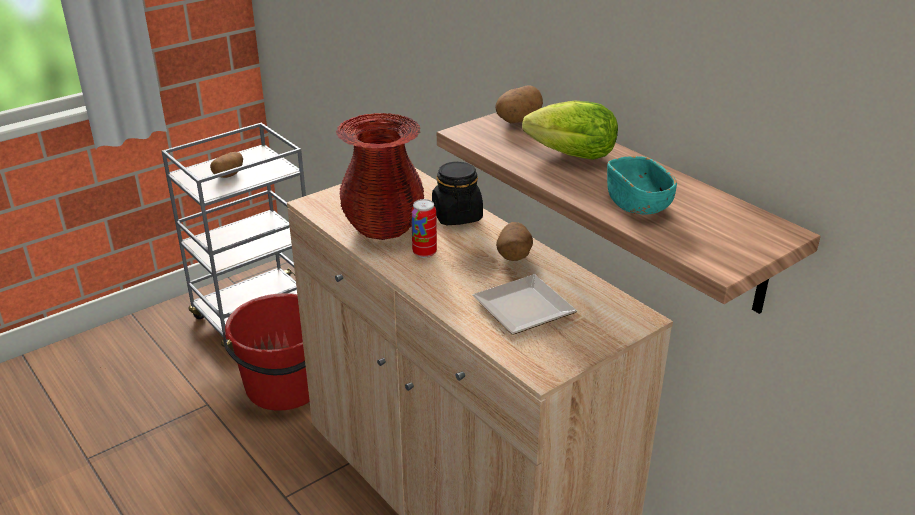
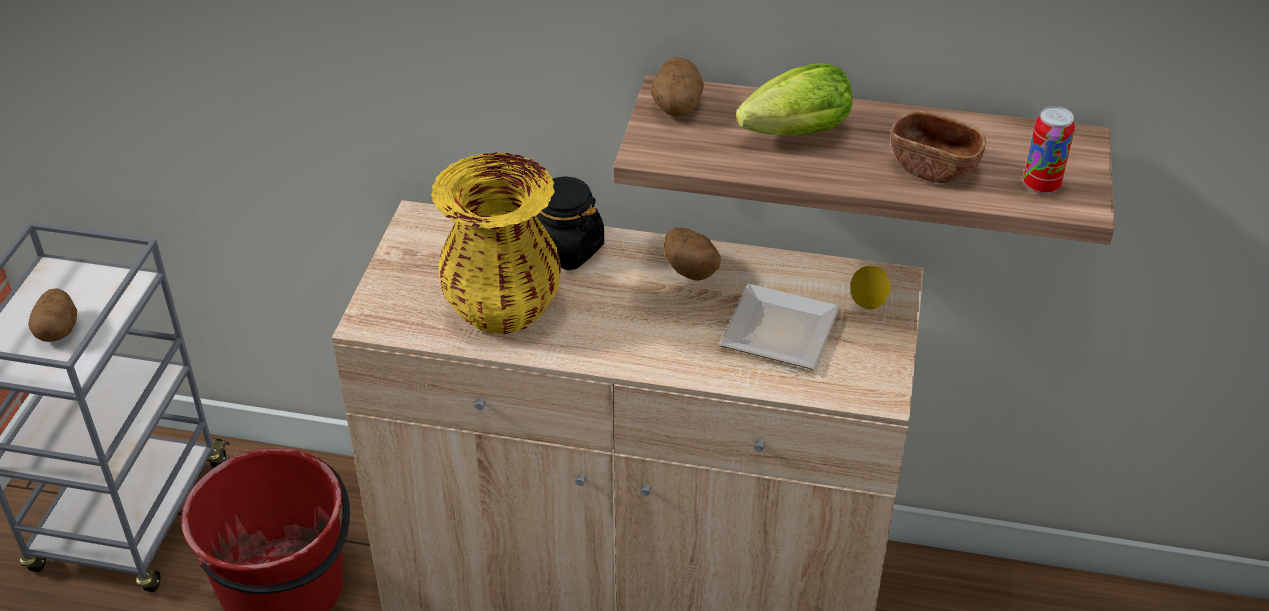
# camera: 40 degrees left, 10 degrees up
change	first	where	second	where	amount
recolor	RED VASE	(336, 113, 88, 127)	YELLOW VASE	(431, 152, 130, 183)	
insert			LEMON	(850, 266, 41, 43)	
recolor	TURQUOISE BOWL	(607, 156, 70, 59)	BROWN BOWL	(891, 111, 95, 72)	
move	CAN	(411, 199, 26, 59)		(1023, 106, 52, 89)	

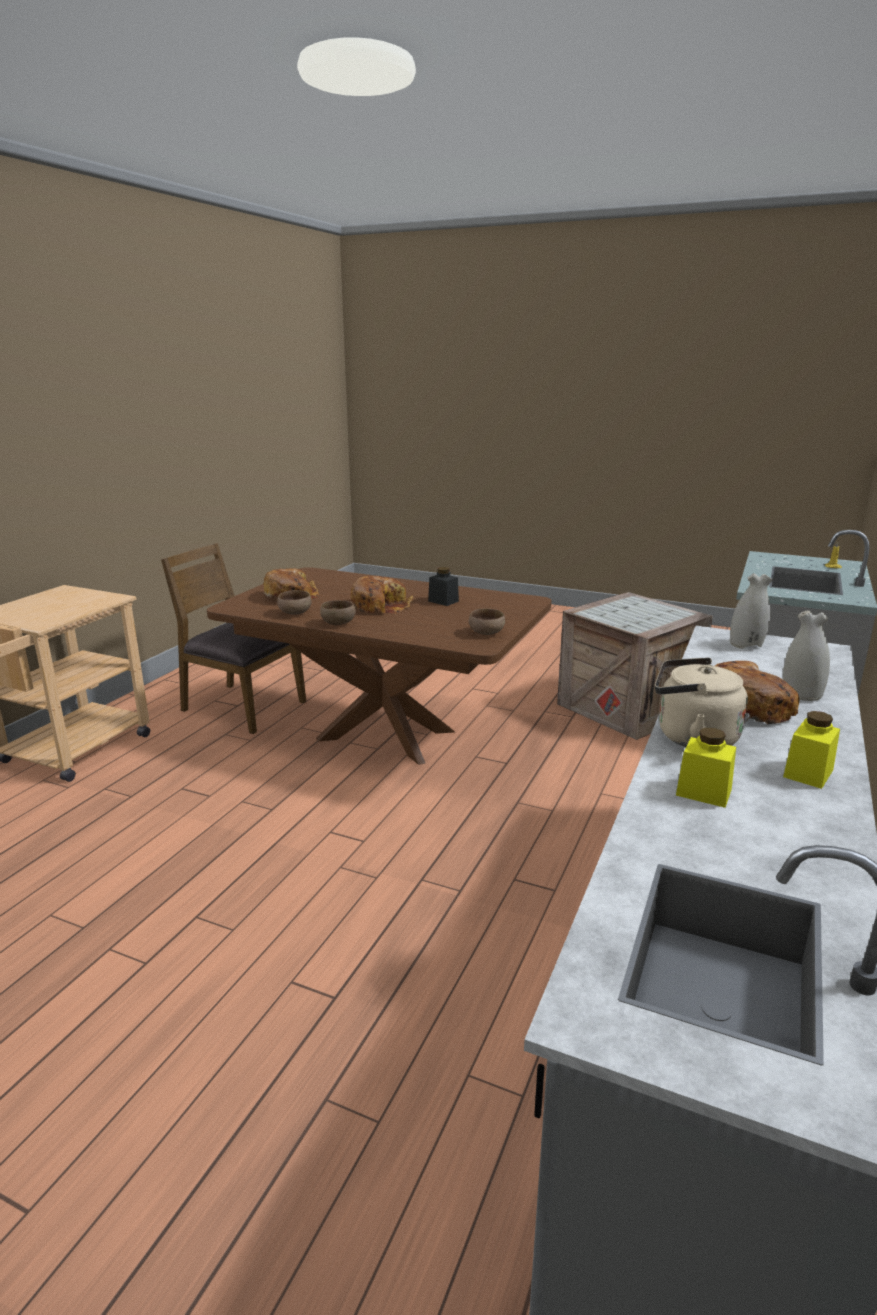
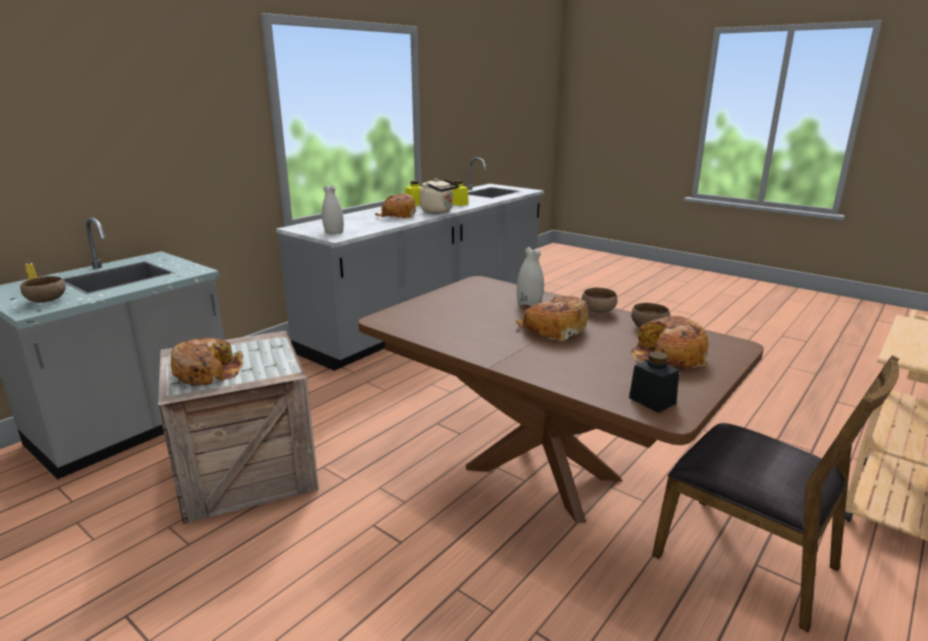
# camera: 165 degrees left, 0 degrees up
change	first	where	second	where	amount
move	BROWN BOWL	(469, 608, 36, 27)		(20, 276, 46, 27)	
insert			BREAD	(171, 338, 72, 48)	
move	WHITE VASE	(783, 610, 47, 91)		(517, 247, 27, 59)	
move	BLACK JAR	(428, 567, 31, 39)		(629, 351, 50, 62)	

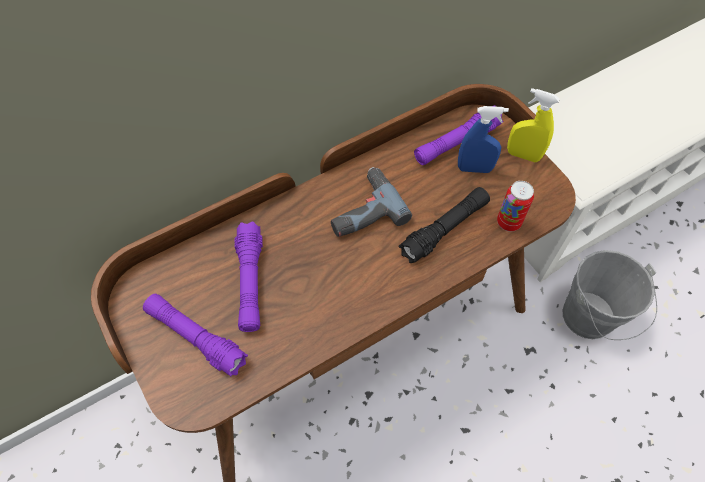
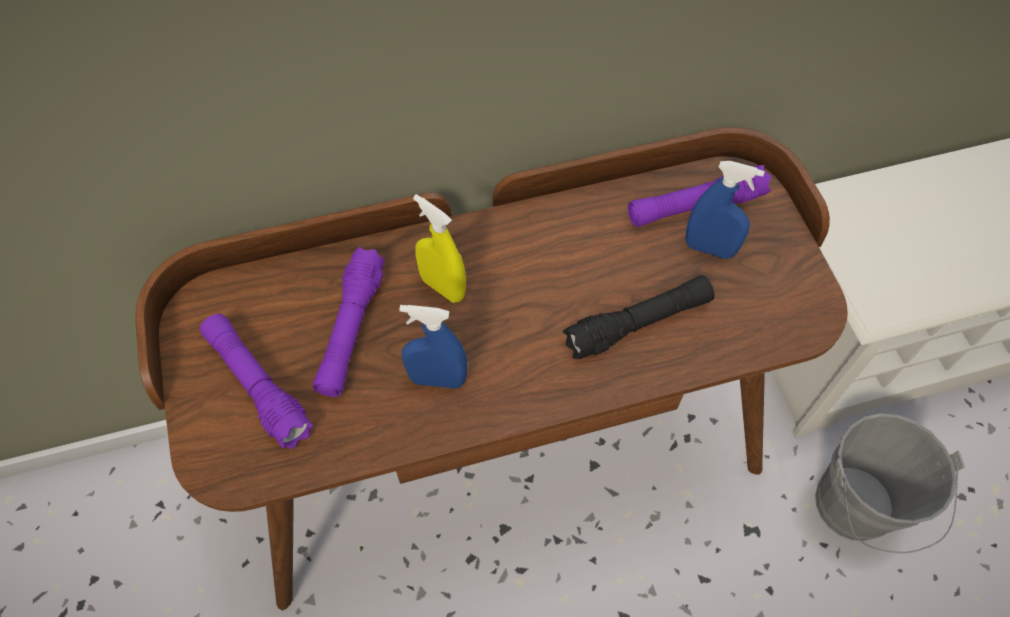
# camera: 15 degrees right, 0 degrees up
change	first	where	second	where	amount
insert			BLUE SPRAY BOTTLE	(399, 305, 68, 84)	
move	YELLOW SPRAY BOTTLE	(507, 88, 53, 74)		(413, 194, 53, 109)	
delete	POWER DRILL	(331, 167, 81, 70)			
delete	CAN	(497, 181, 37, 51)			

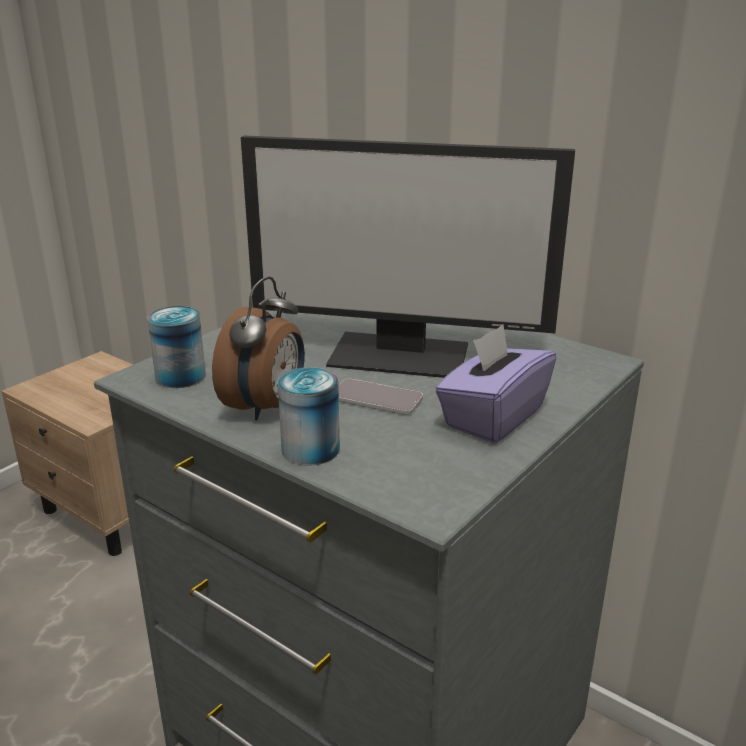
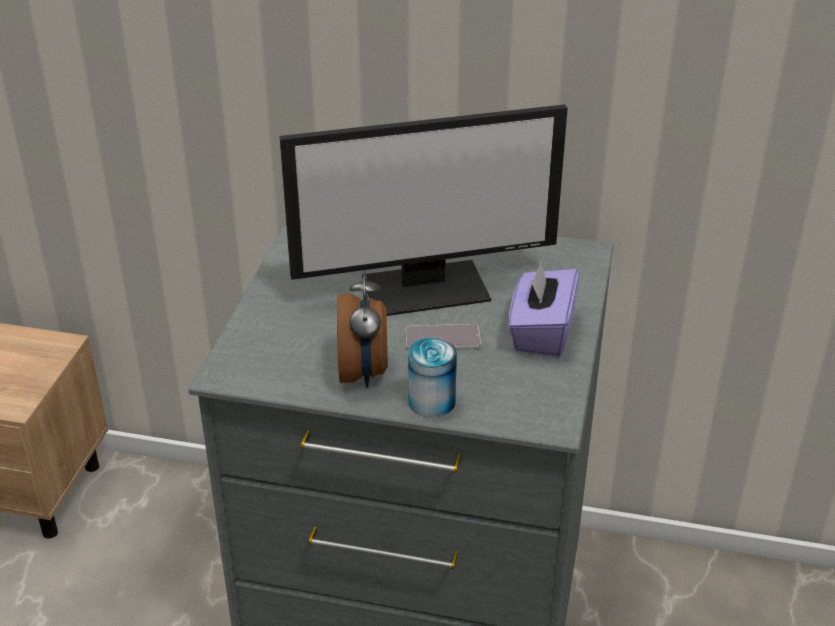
# camera: 25 degrees left, 10 degrees up
change	first	where	second	where	amount
delete	CAN	(147, 306, 59, 82)			

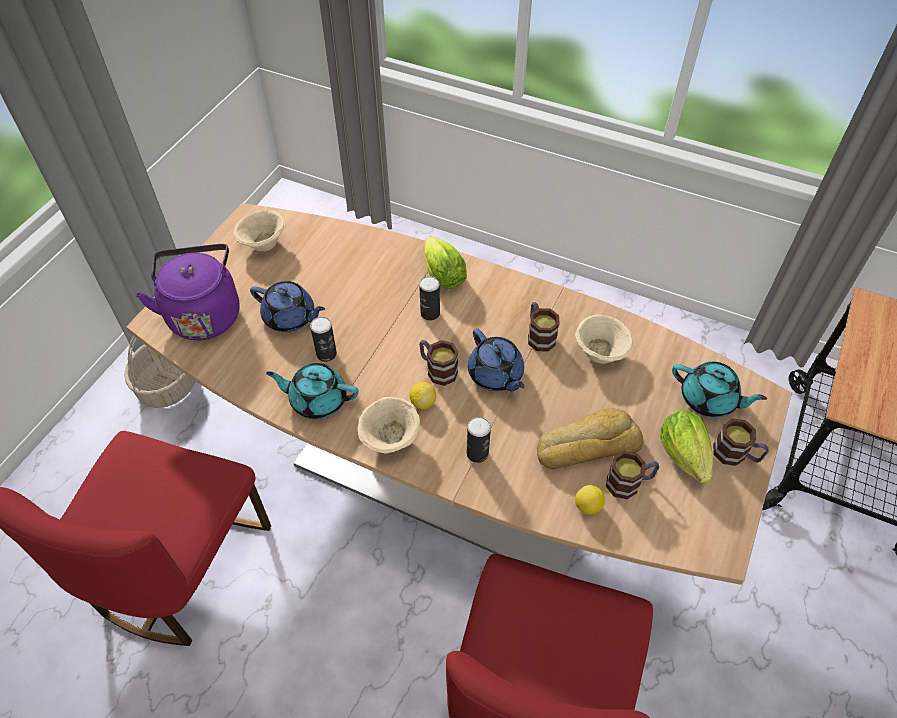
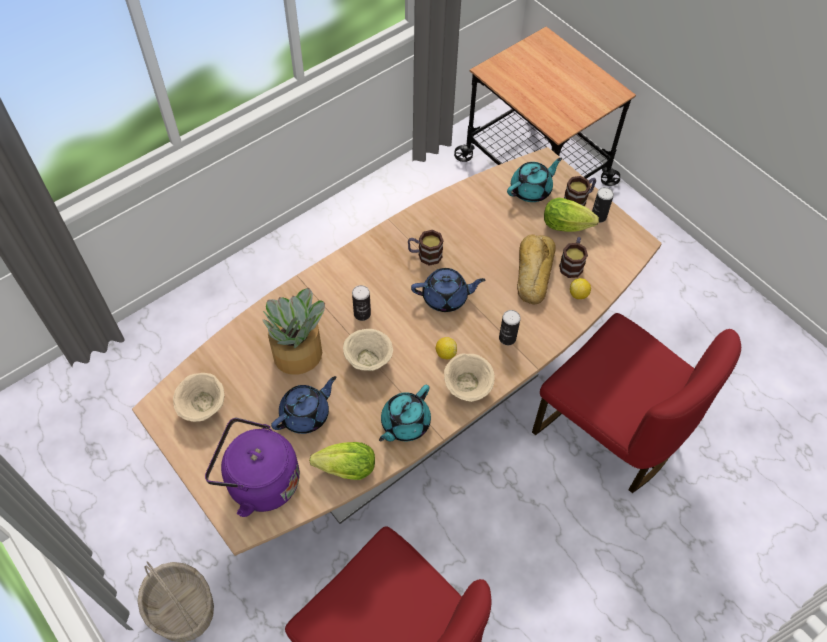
# camera: 65 degrees left, 5 degrees up
change	first	where	second	where	amount
insert			POTTED PLANT	(262, 288, 63, 87)	
move	LETTUCE	(424, 237, 43, 52)		(309, 442, 66, 38)	
move	BEIGE BOWL	(575, 315, 59, 49)		(343, 329, 50, 42)	
move	CAN	(310, 317, 27, 45)		(592, 187, 22, 36)	
delete	MUG	(419, 340, 39, 46)			

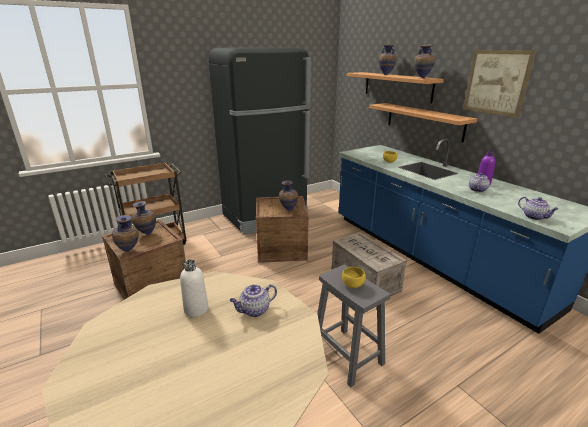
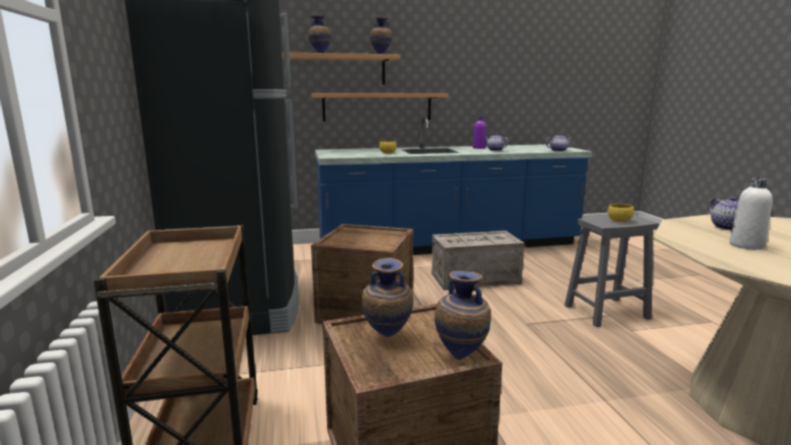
# camera: 70 degrees left, 10 degrees down
change	first	where	second	where	amount
delete	VASE	(279, 180, 19, 31)			
delete	PICTURE	(463, 50, 73, 68)			

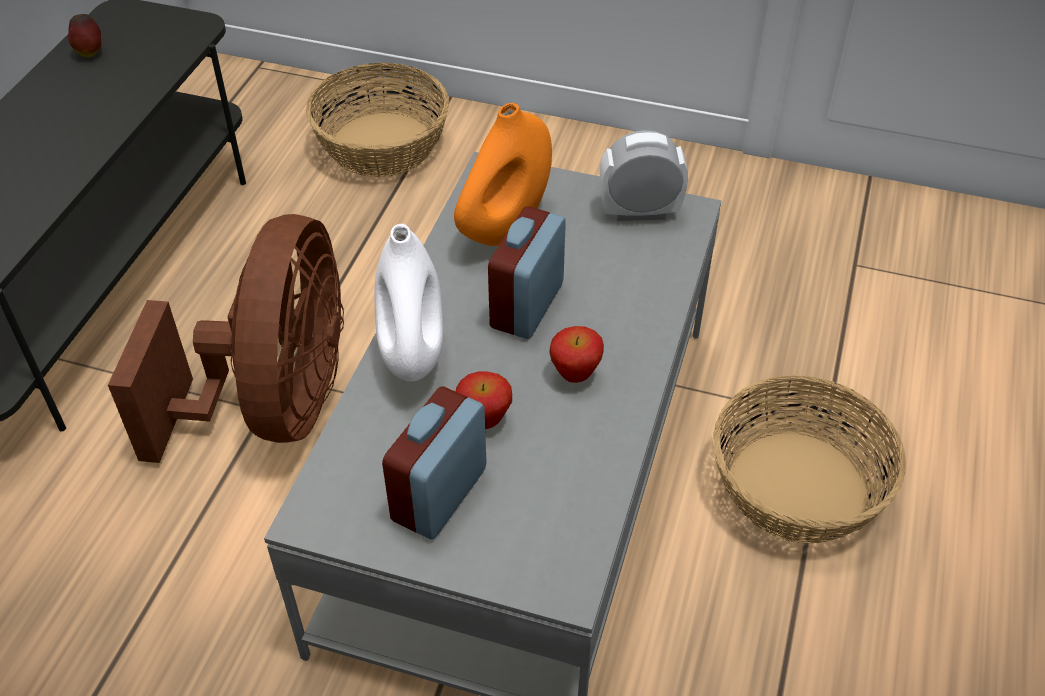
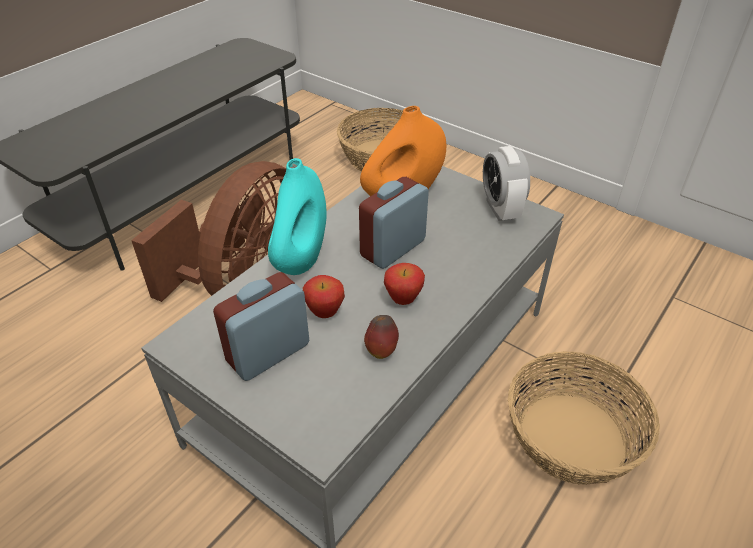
# camera: 20 degrees right, 5 degrees down
change	first	where	second	where	amount
recolor	WHITE VASE	(374, 224, 70, 158)	TURQUOISE VASE	(268, 158, 59, 117)	
move	APPLE	(68, 14, 33, 43)		(364, 315, 35, 44)	
rotate	ALARM CLOCK	(600, 130, 88, 91)		(483, 146, 47, 75)	120 degrees counterclockwise

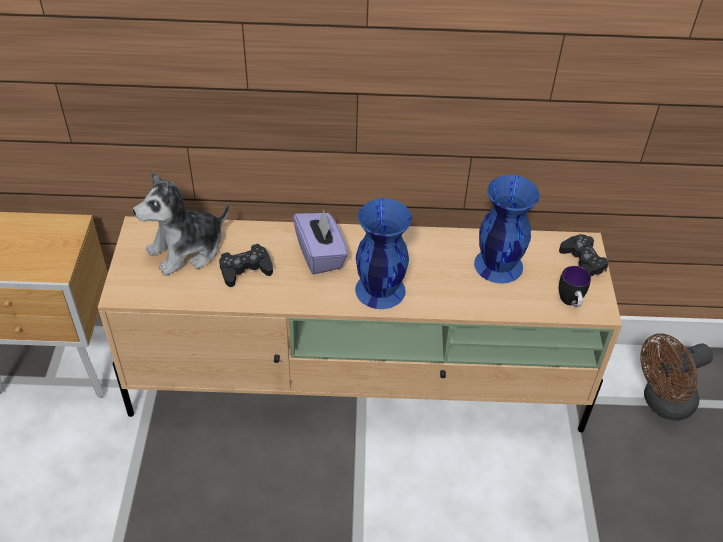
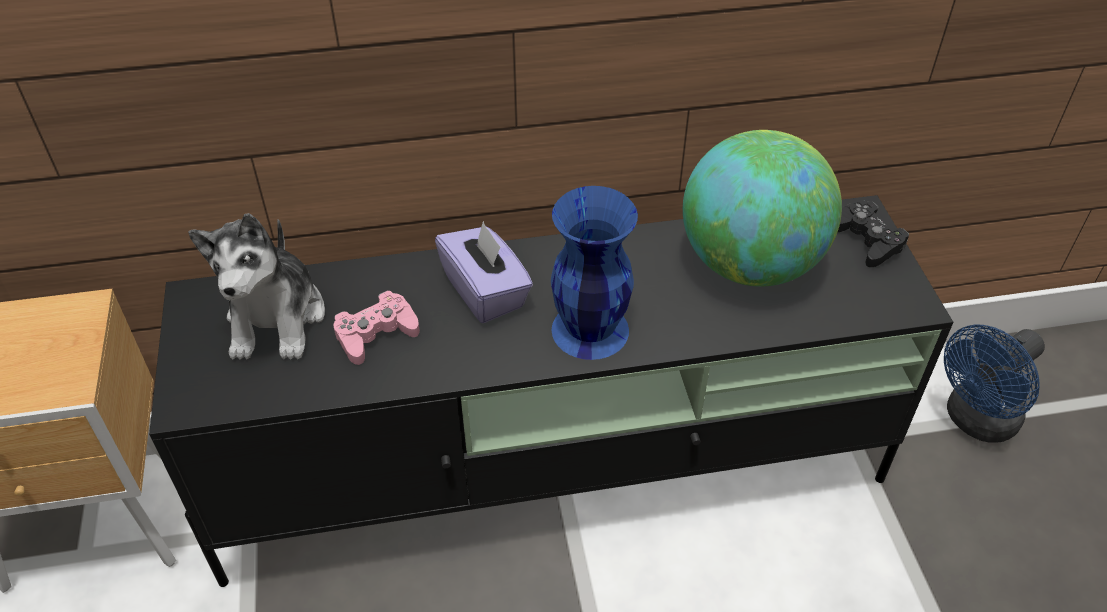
# camera: 10 degrees left, 0 degrees up
change	first	where	second	where	amount
recolor	BEIGE TV STAND	(98, 216, 524, 216)	BLACK TV STAND	(149, 195, 804, 392)	
rotate	PLUSH TOY	(133, 172, 97, 104)		(188, 213, 137, 147)	45 degrees counterclockwise
recolor	BLACK GAME CONTROLLER	(219, 244, 54, 43)	PINK GAME CONTROLLER	(333, 291, 87, 74)	
replace	BLUE VASE	(474, 175, 66, 109)	GLOBE	(683, 130, 159, 157)	
recolor	BROWN FAN	(640, 333, 73, 88)	BLUE FAN	(944, 324, 101, 119)	
delete	MUG	(559, 266, 32, 41)			

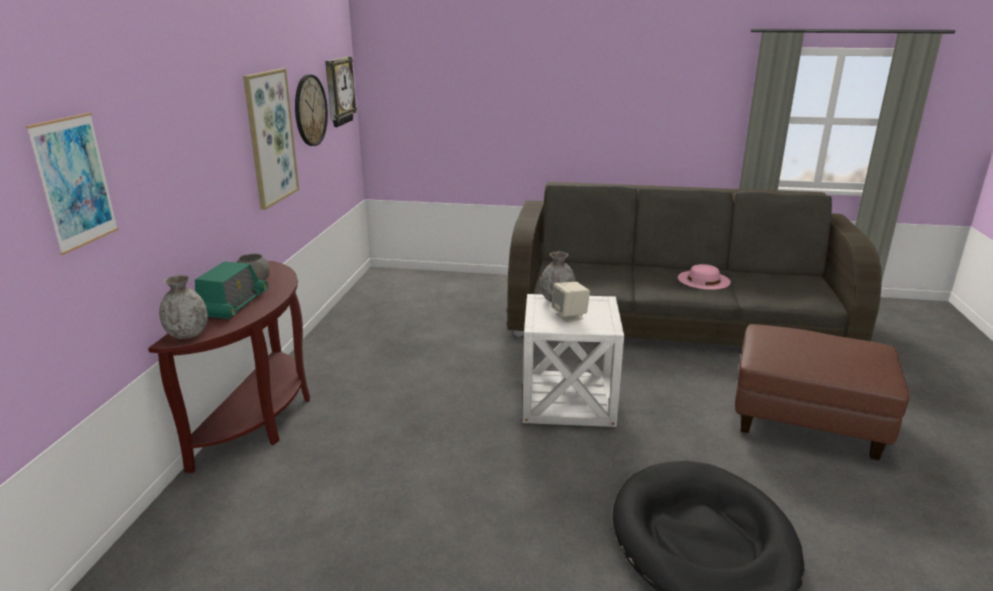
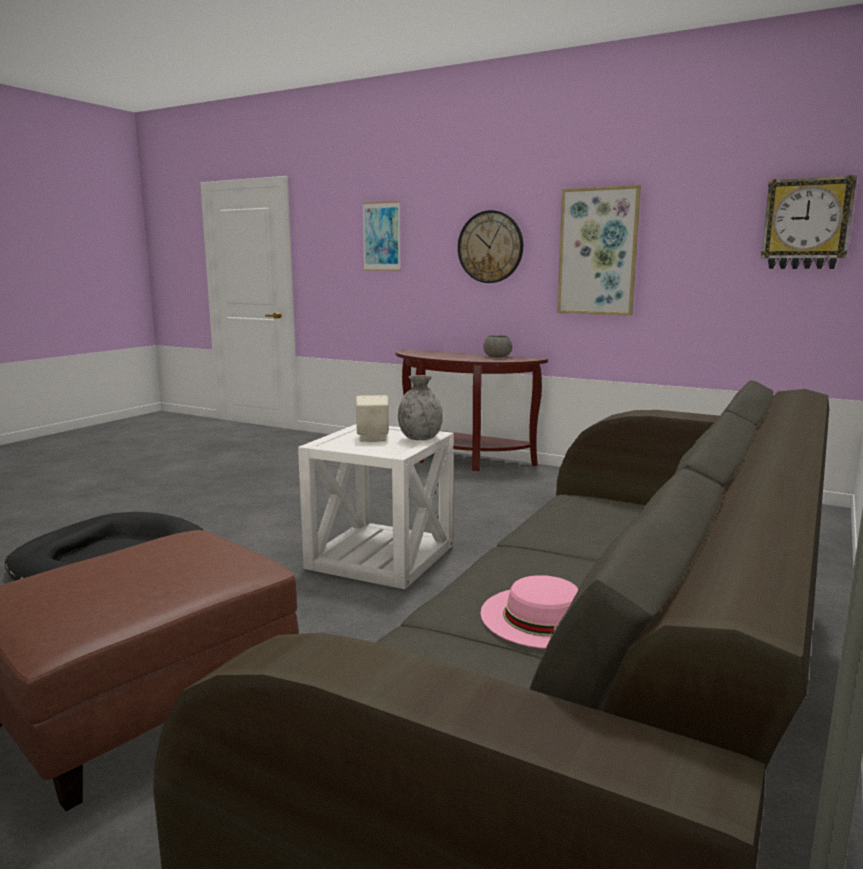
# camera: 110 degrees right, 10 degrees down
change	first	where	second	where	amount
move	WALL CLOCK	(295, 74, 33, 72)		(458, 210, 65, 73)	
delete	GREY VASE	(159, 275, 49, 64)			
delete	RADIO	(195, 261, 73, 58)			

